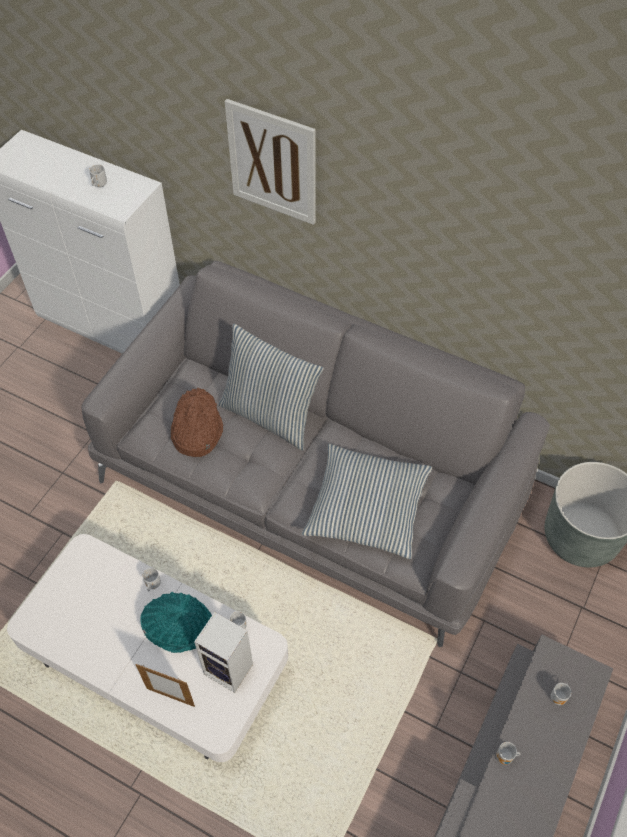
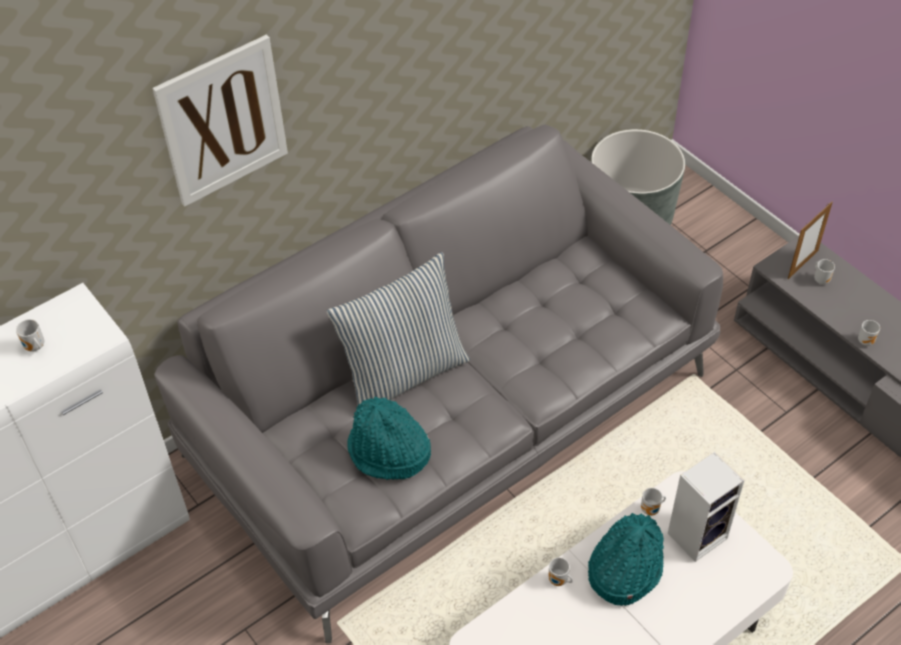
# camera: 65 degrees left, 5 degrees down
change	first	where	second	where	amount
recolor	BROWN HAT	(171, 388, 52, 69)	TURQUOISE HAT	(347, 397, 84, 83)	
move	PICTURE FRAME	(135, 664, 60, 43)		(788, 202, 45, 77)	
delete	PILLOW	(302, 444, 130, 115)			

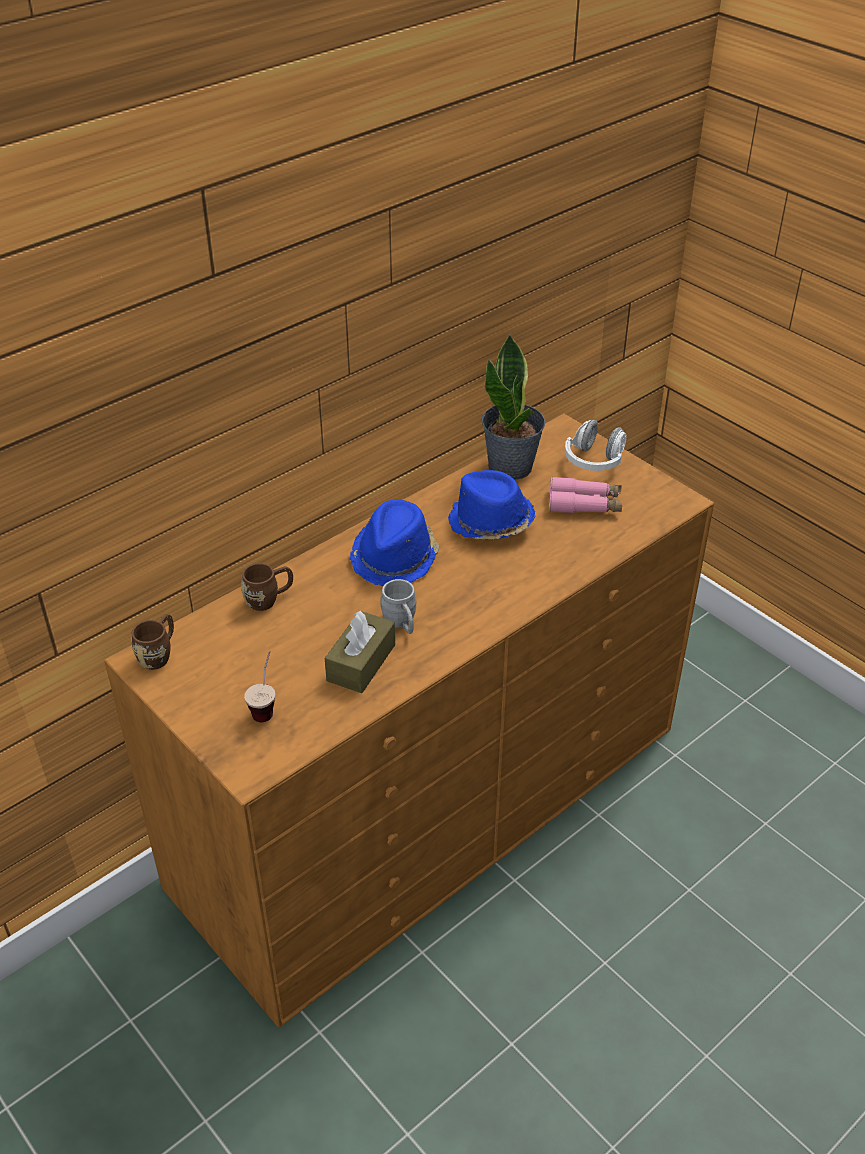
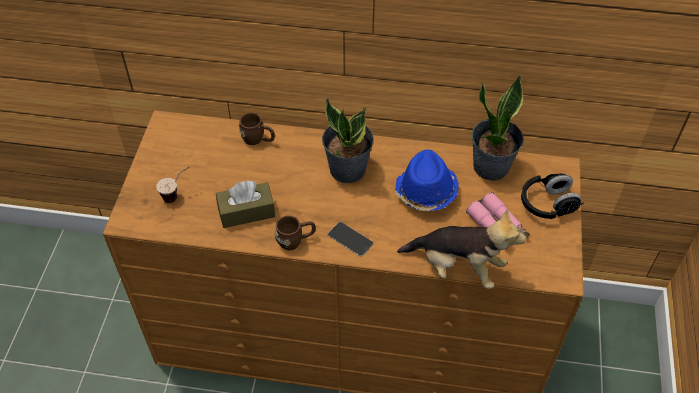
# camera: 50 degrees right, 10 degrees up
change	first	where	second	where	amount
move	BROWN MUG	(131, 614, 43, 56)		(274, 215, 42, 35)	
replace	BLUE HAT	(350, 499, 90, 87)	POTTED PLANT	(322, 98, 52, 85)	
insert			PHONE	(328, 222, 46, 35)	
insert			PLUSH TOY	(397, 209, 129, 80)	
recolor	WHITE HEADPHONES	(565, 419, 62, 52)	BLACK HEADPHONES	(521, 173, 63, 46)	
delete	GREY MUG	(380, 579, 36, 55)			

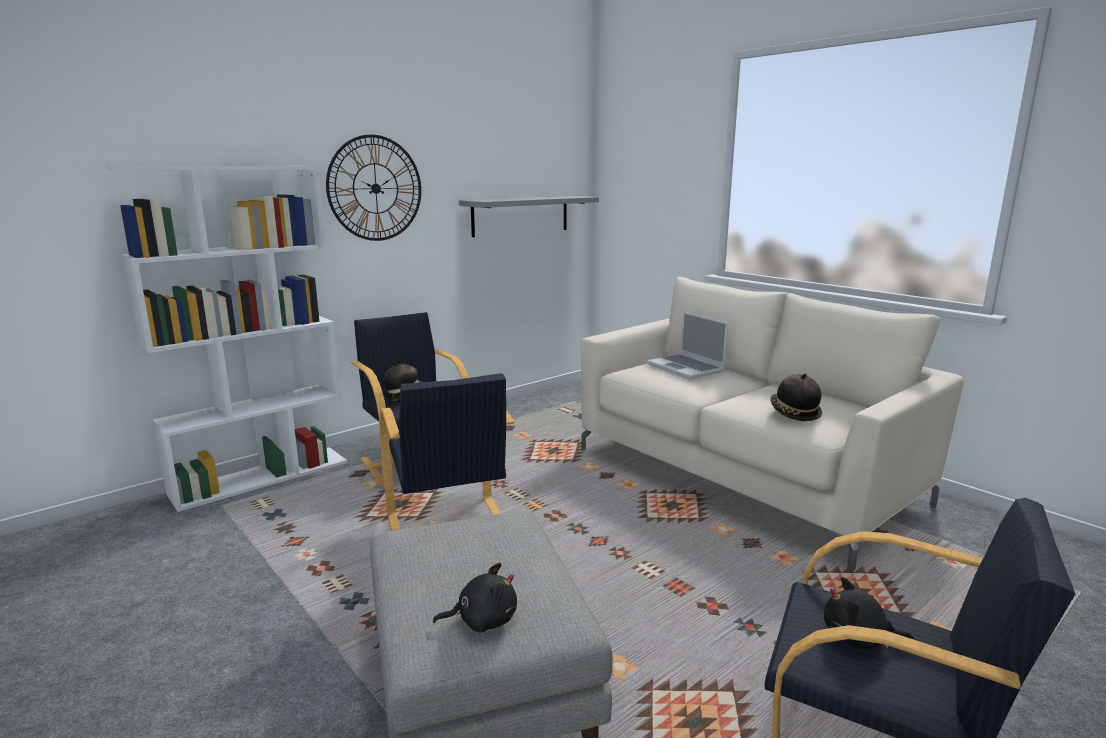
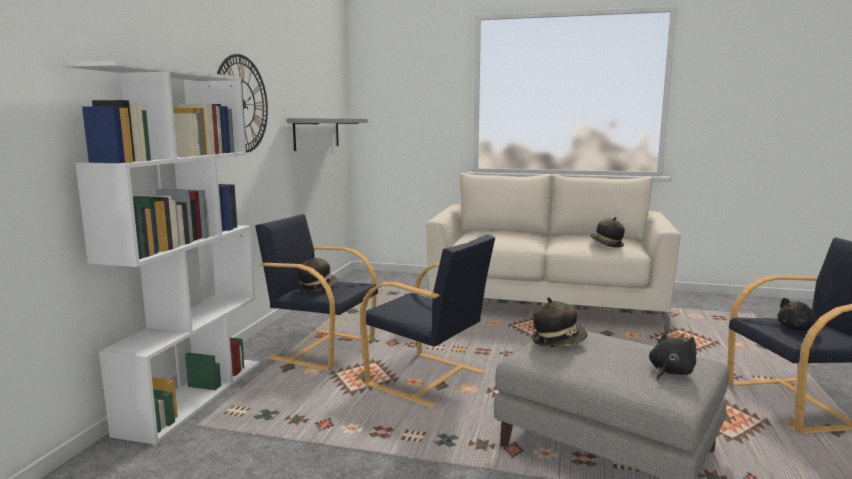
# camera: 35 degrees left, 5 degrees down
change	first	where	second	where	amount
insert			HAT	(533, 297, 54, 50)	
delete	LAPTOP	(647, 311, 81, 68)			

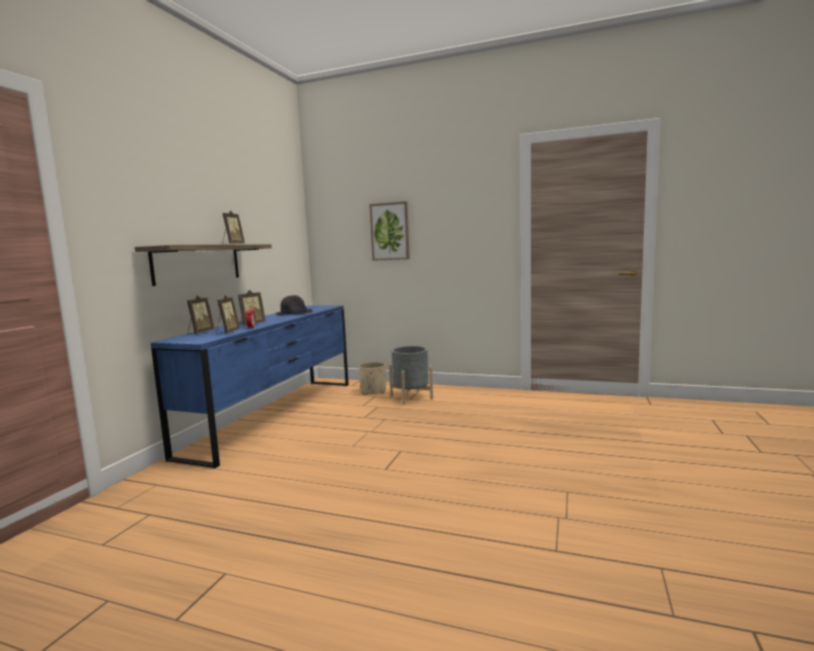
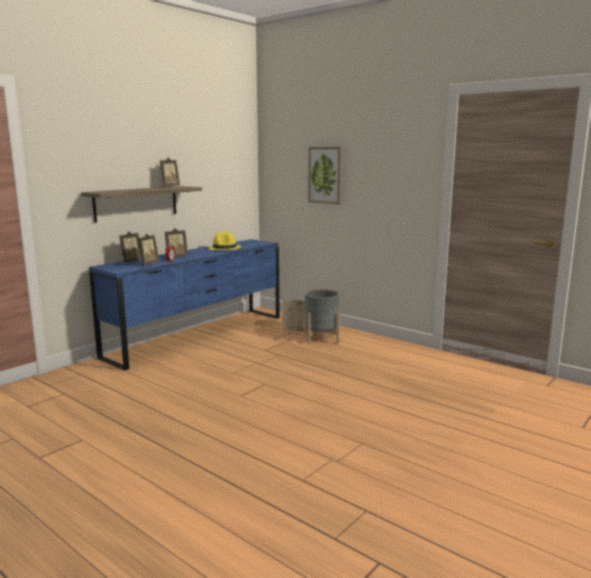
# camera: 20 degrees right, 5 degrees up
change	first	where	second	where	amount
recolor	BLACK HAT	(276, 295, 37, 21)	YELLOW HAT	(208, 232, 33, 18)	

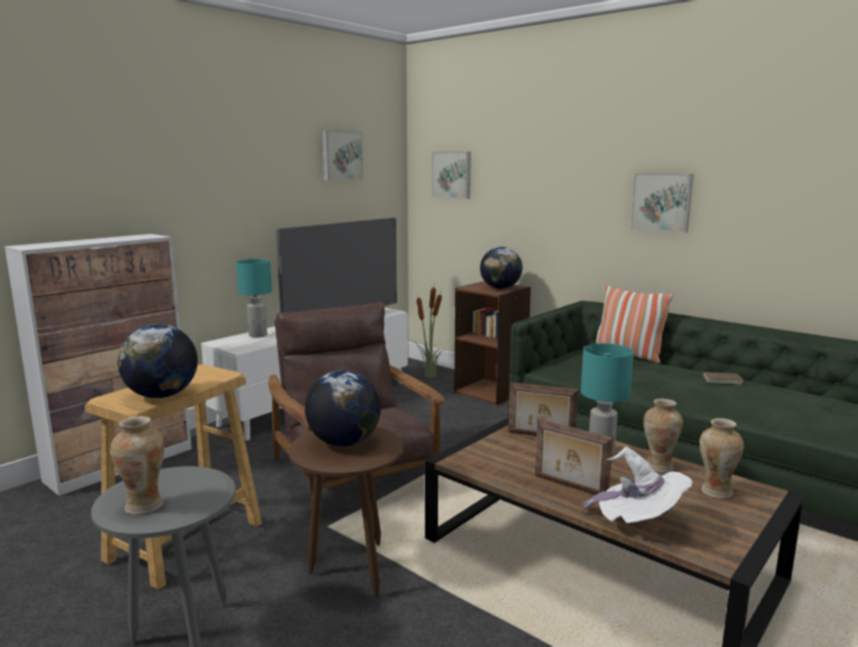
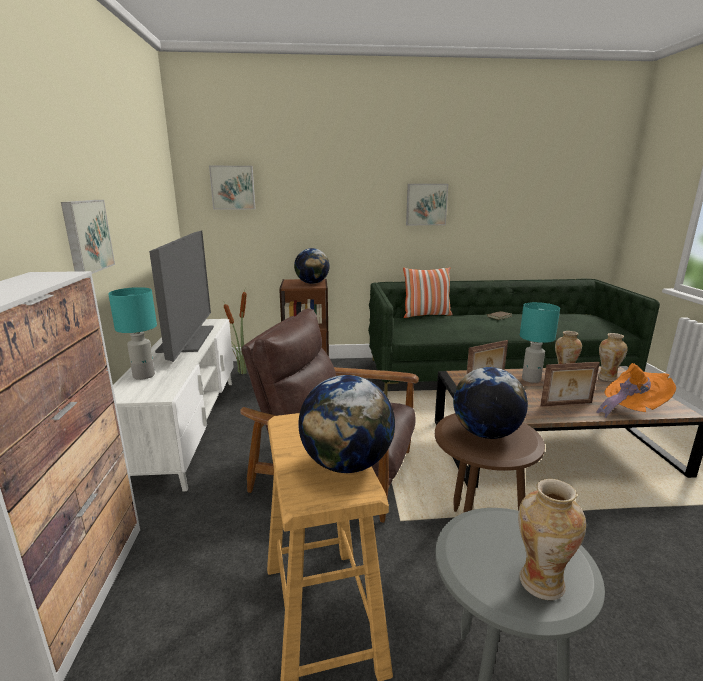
# camera: 45 degrees left, 5 degrees up
change	first	where	second	where	amount
move	PICTURE	(322, 130, 41, 51)		(61, 200, 54, 74)	
recolor	WHITE HAT	(579, 447, 114, 76)	ORANGE HAT	(596, 363, 80, 55)	

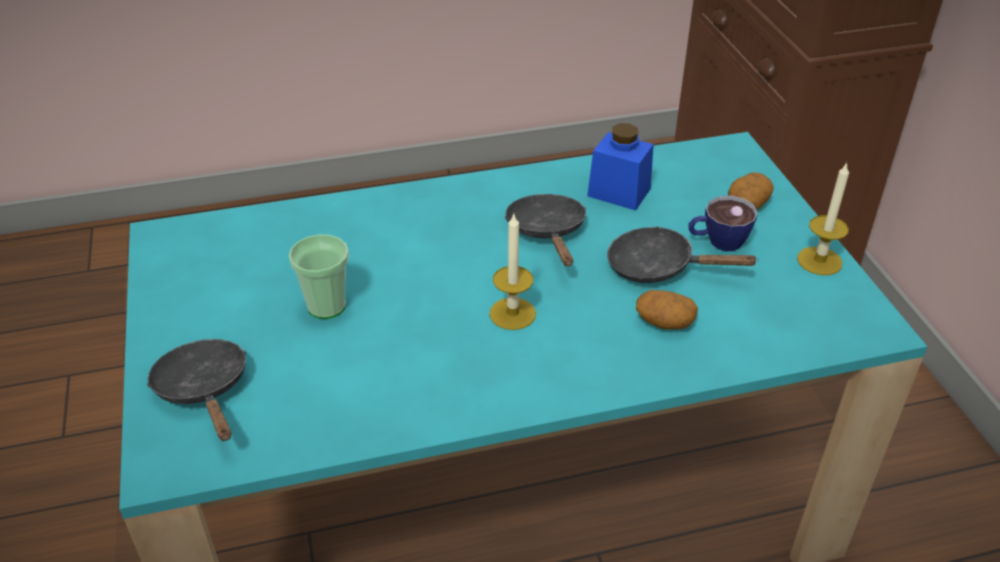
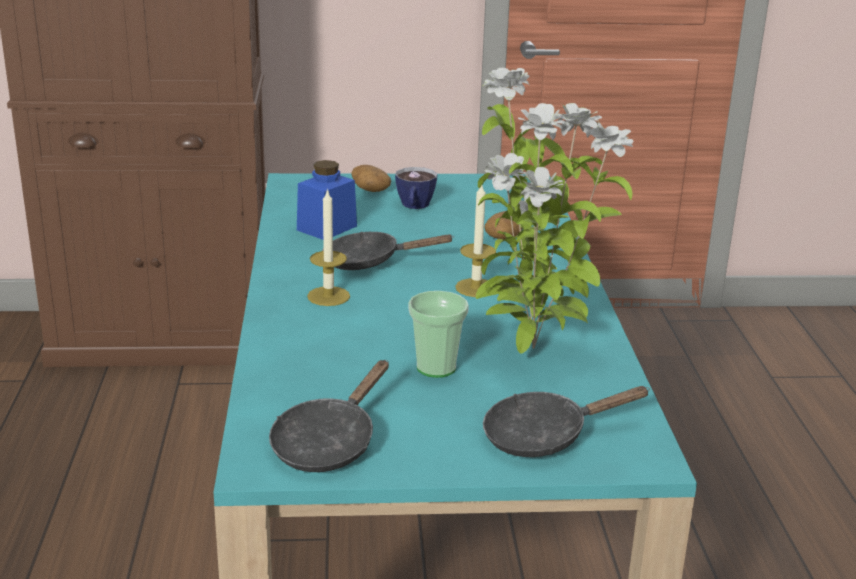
# camera: 80 degrees left, 15 degrees down
change	first	where	second	where	amount
move	BLACK FRYING PAN	(607, 226, 152, 57)		(269, 360, 120, 112)	
move	CANDLE	(797, 162, 52, 113)		(307, 188, 43, 118)	
insert			POTTED PLANT	(476, 68, 157, 286)	

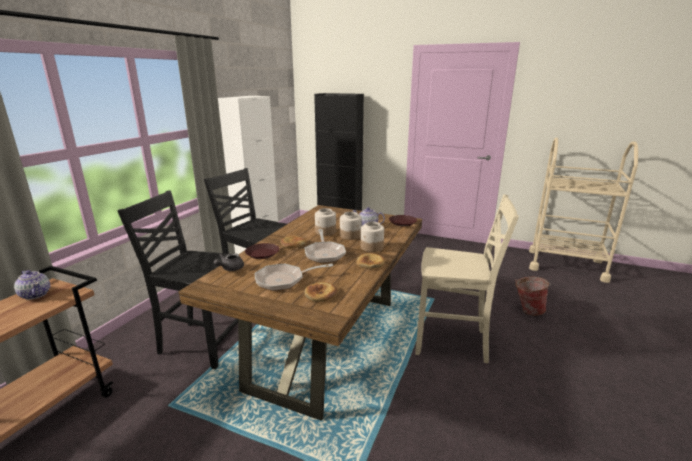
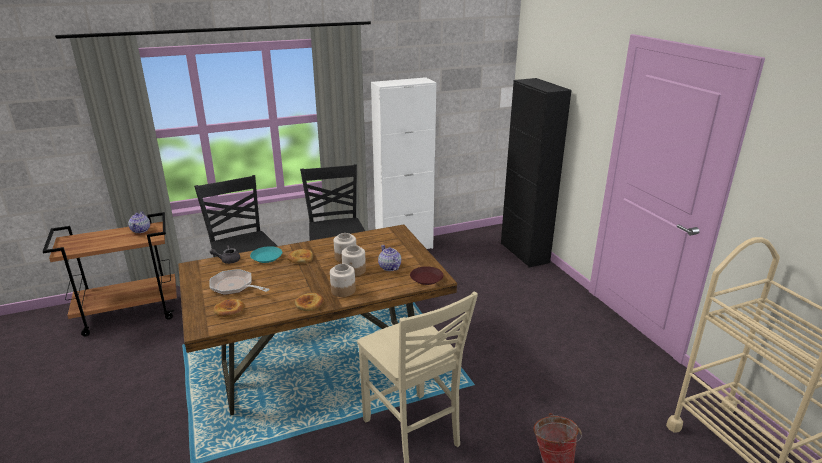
# camera: 45 degrees right, 5 degrees up
change	first	where	second	where	amount
recolor	BROWN PLATE	(245, 243, 34, 16)	TURQUOISE PLATE	(250, 246, 32, 17)	
delete	FRYING PAN	(305, 229, 41, 34)			

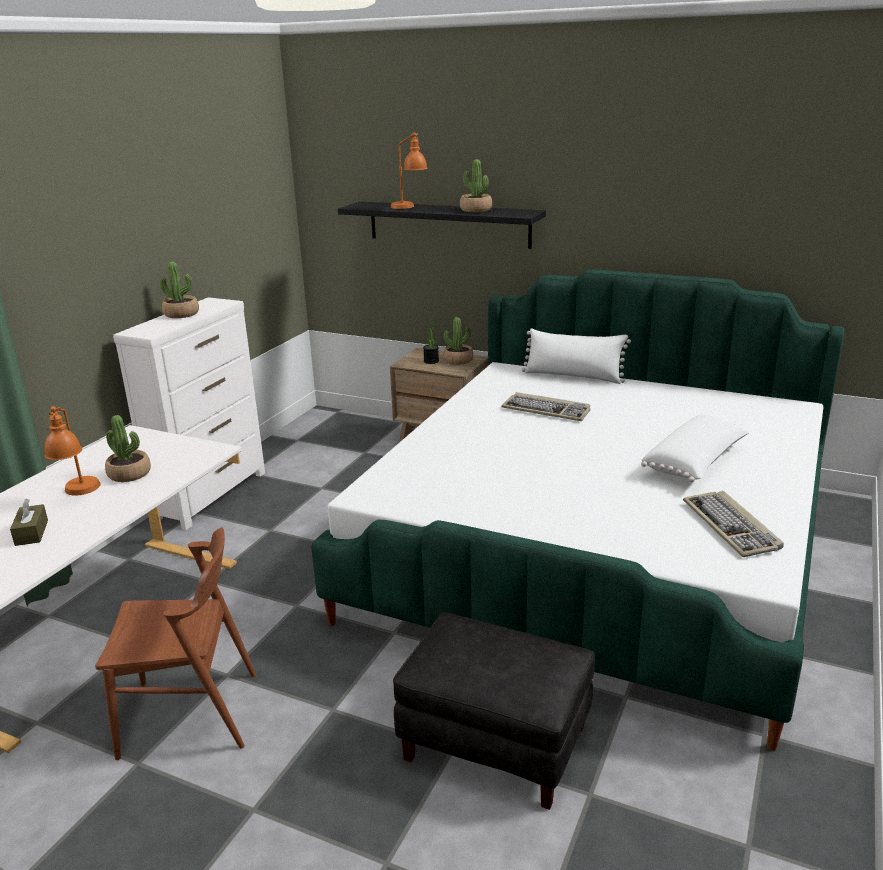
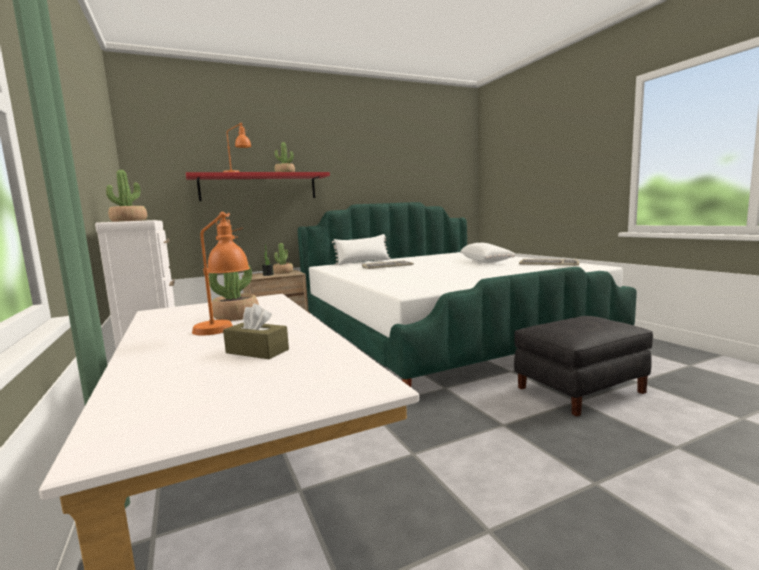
# camera: 50 degrees left, 15 degrees down
change	first	where	second	where	amount
recolor	BLACK SHELF	(338, 201, 208, 48)	RED SHELF	(186, 172, 144, 29)	
delete	BROWN CHAIR	(95, 527, 161, 233)			

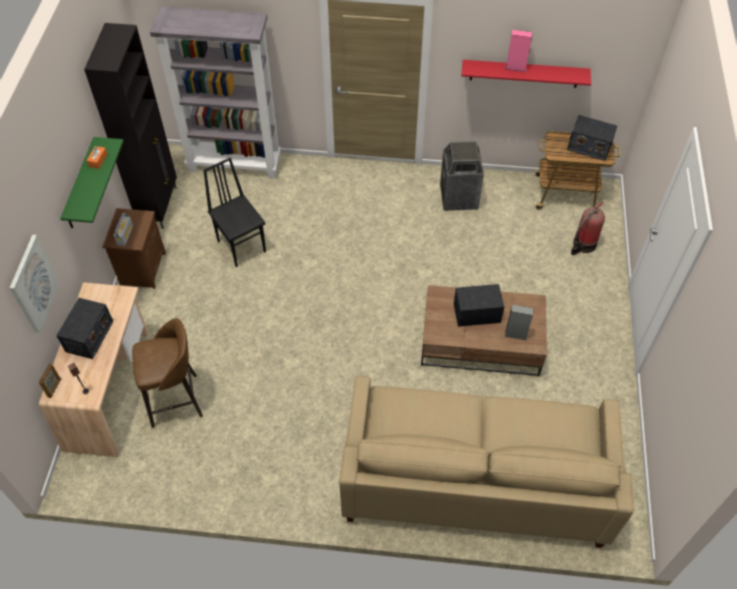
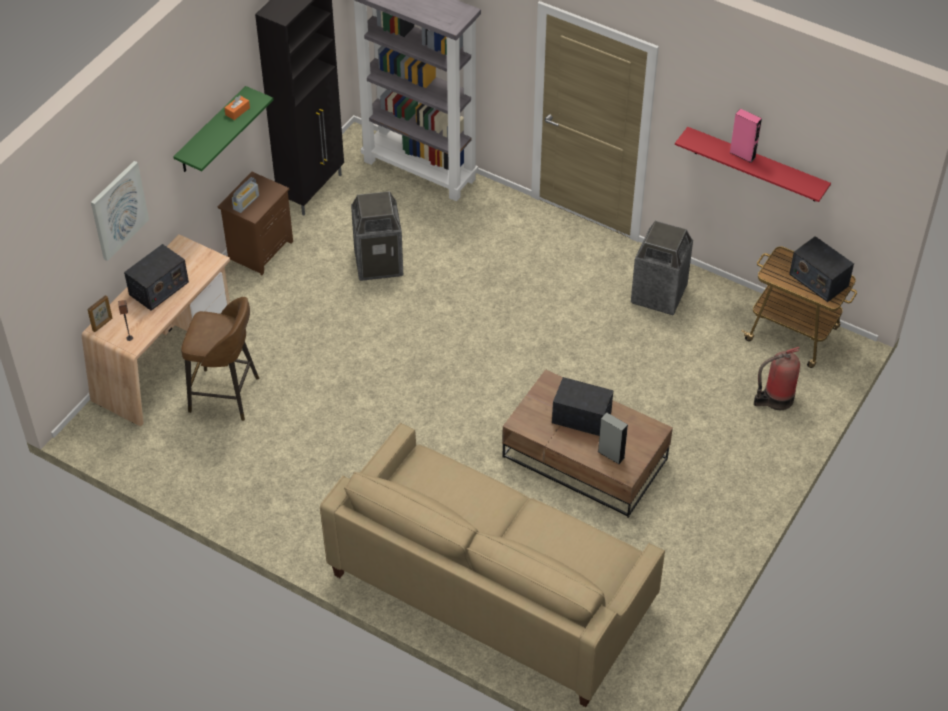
# camera: 25 degrees right, 5 degrees down
change	first	where	second	where	amount
replace	BLACK CHAIR	(204, 157, 62, 110)	TRASH CAN	(351, 191, 52, 90)	

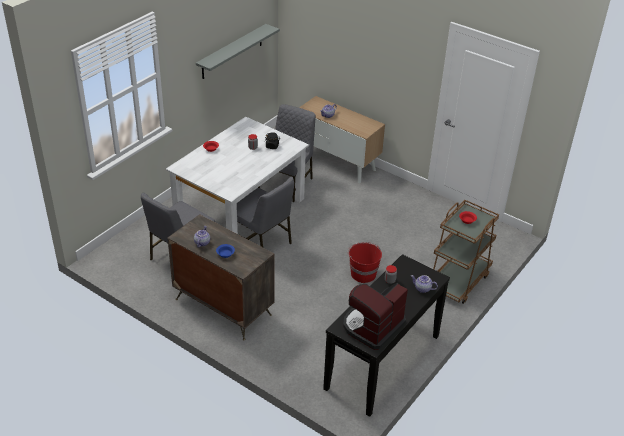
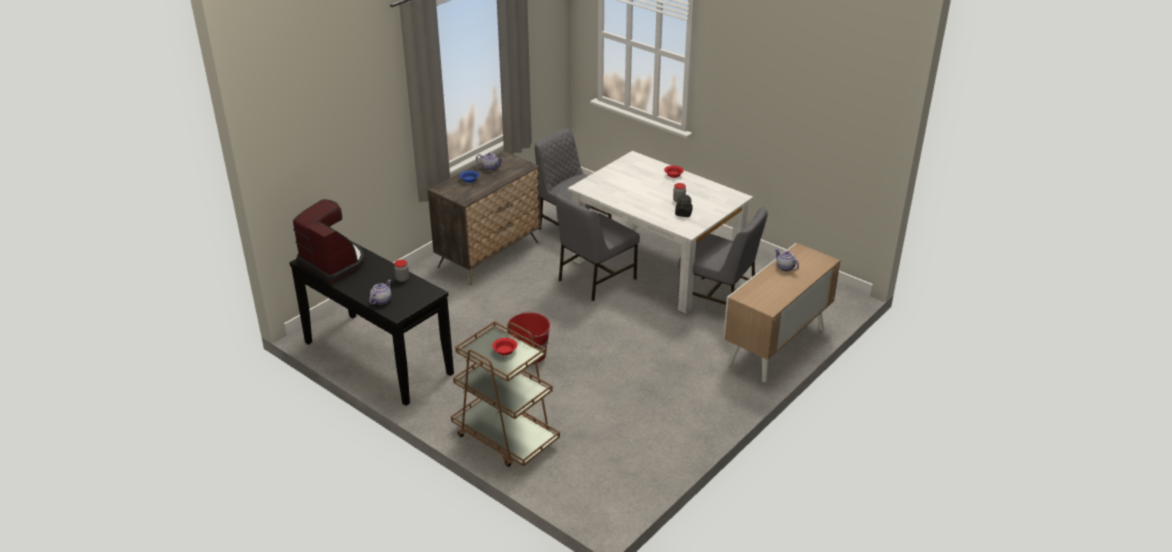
# camera: 95 degrees right, 5 degrees down
change	first	where	second	where	amount
delete	GREY SHELF	(196, 24, 84, 55)			

